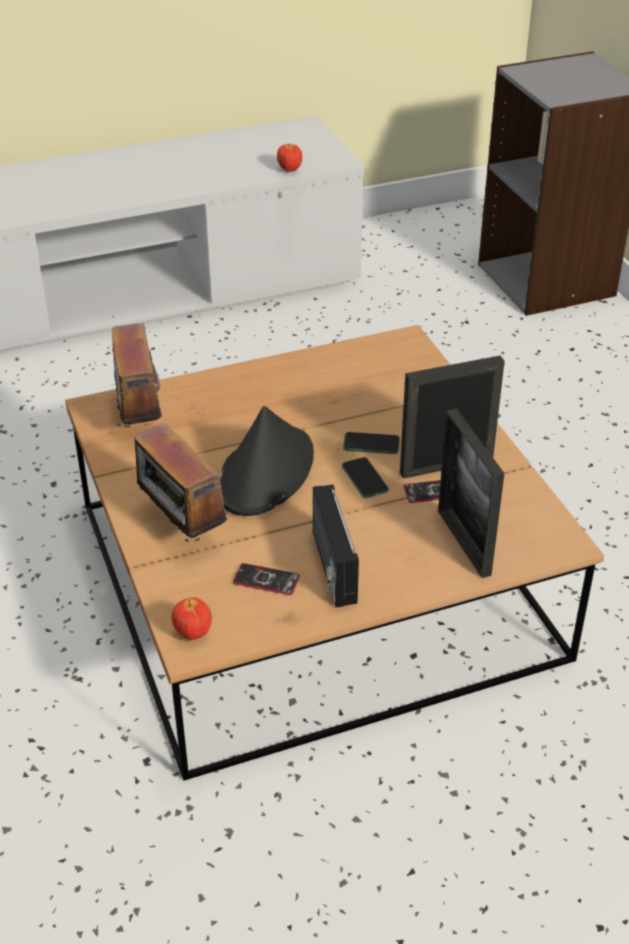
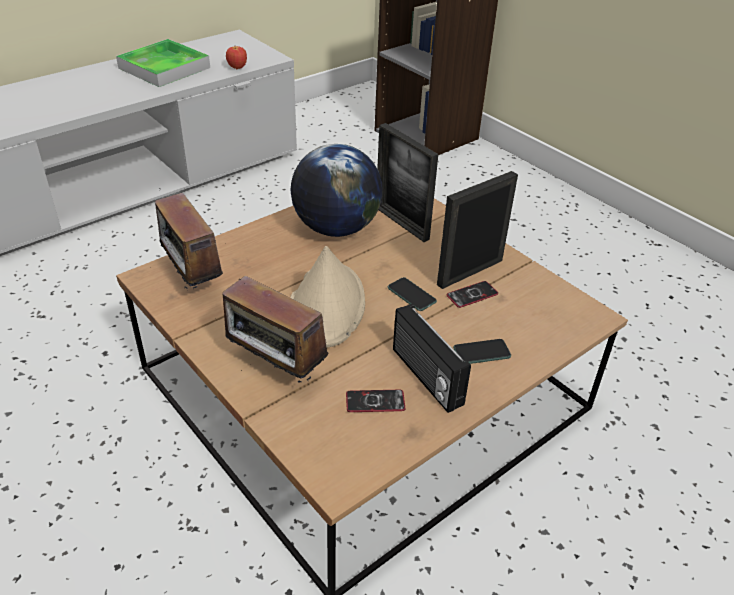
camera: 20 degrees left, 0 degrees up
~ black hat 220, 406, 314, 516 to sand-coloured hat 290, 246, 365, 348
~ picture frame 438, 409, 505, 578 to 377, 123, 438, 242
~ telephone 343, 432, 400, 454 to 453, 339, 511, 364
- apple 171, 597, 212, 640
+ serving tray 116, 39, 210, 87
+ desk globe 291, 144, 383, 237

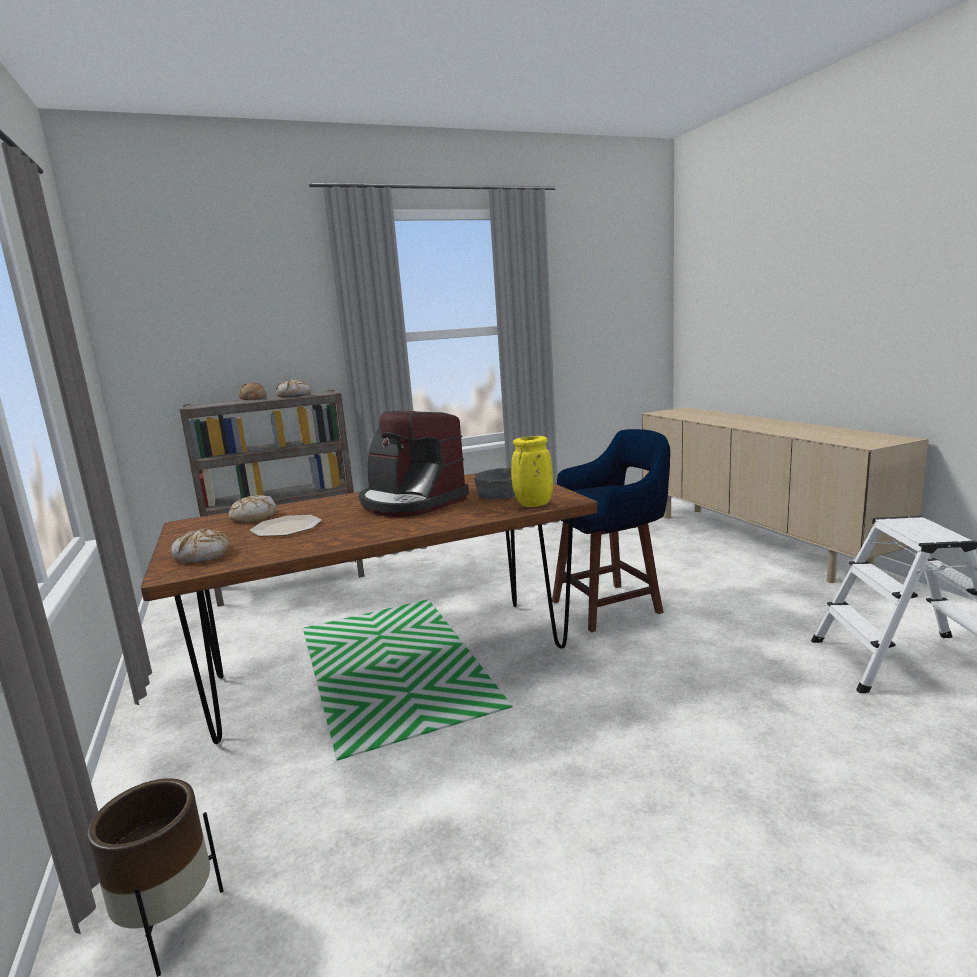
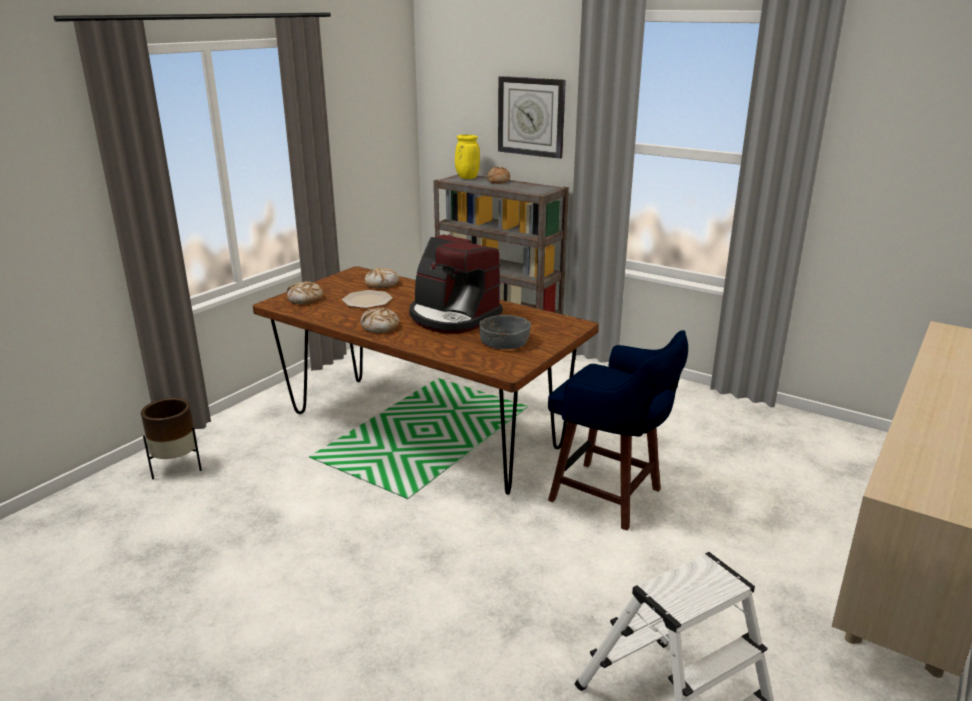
camera: 55 degrees right, 10 degrees up
~ bakery bread 276, 380, 311, 398 to 361, 307, 399, 333
~ coffee machine 359, 411, 469, 517 = 409, 234, 502, 334 60 degrees counterclockwise
~ yellow decorative vase 511, 436, 553, 507 to 455, 134, 480, 179
+ hanging clock 498, 76, 566, 159

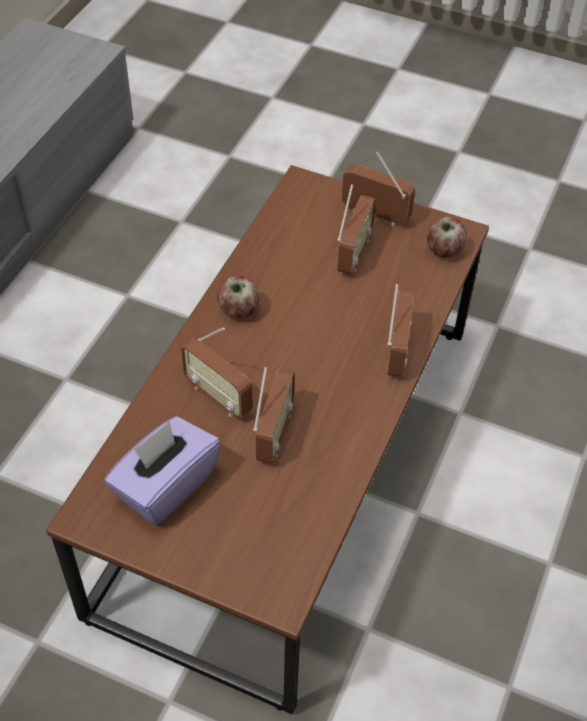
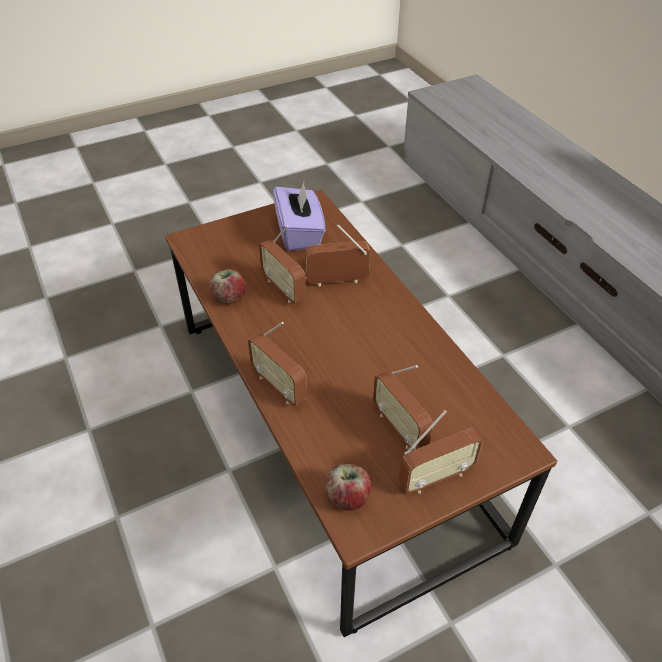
camera: 130 degrees right, 5 degrees down
~ apple 217, 275, 259, 318 to 209, 269, 245, 304

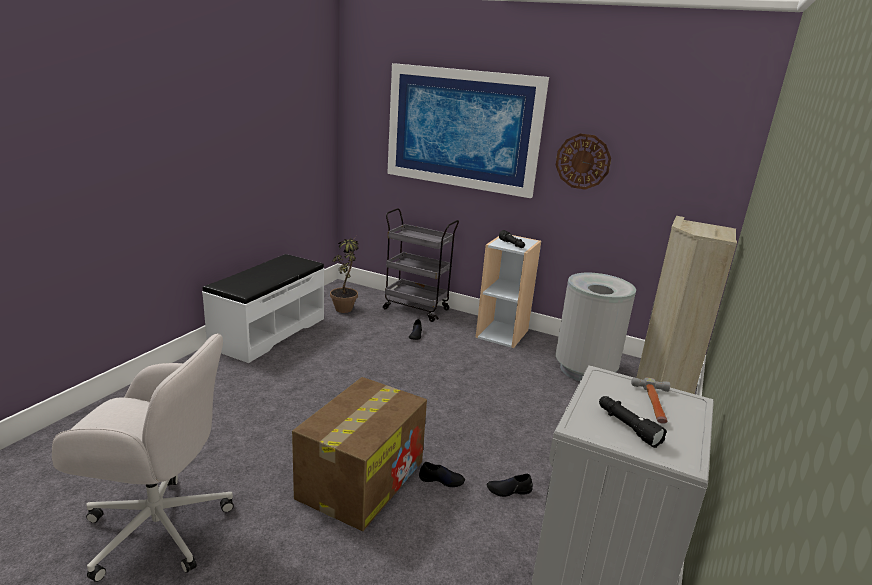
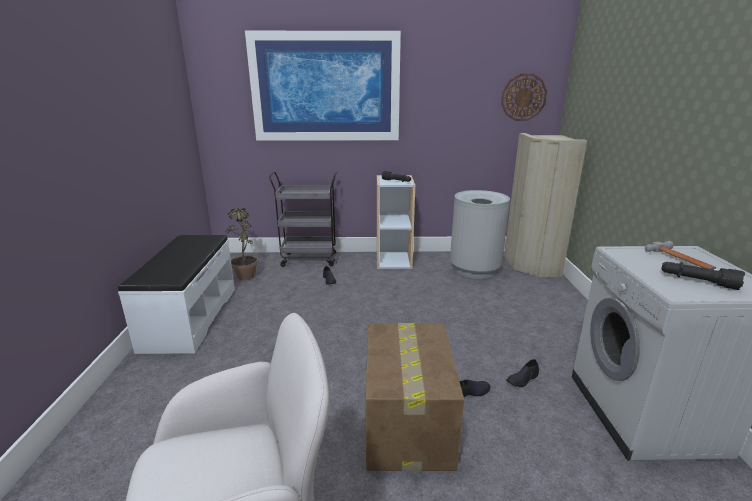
camera: 25 degrees left, 0 degrees up
~ hanging clock 556, 134, 611, 190 to 501, 74, 547, 121

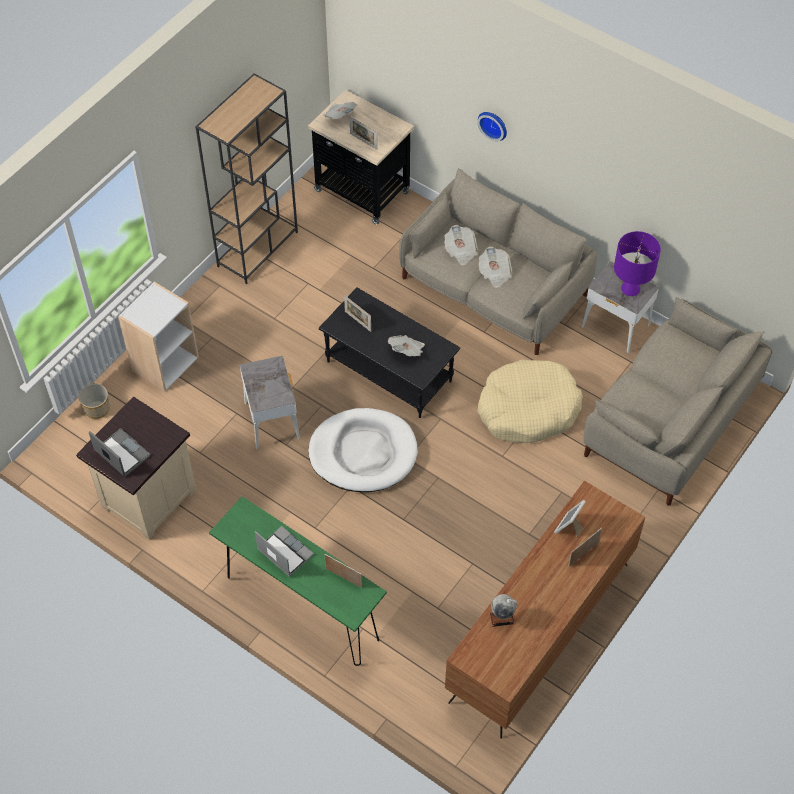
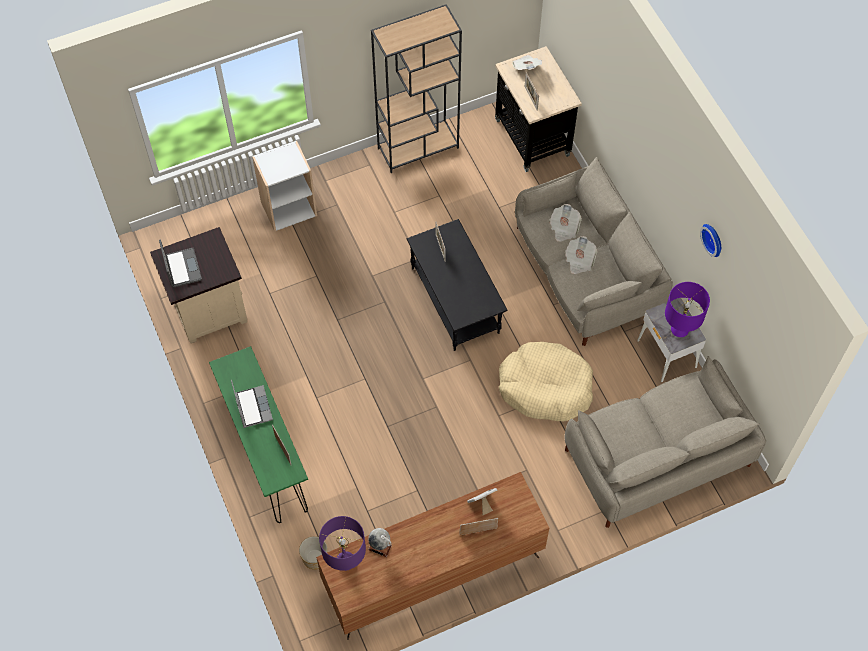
camera: 30 degrees right, 5 degrees up
~ hanging clock 477, 112, 507, 141 to 700, 224, 721, 257
- daily paper 388, 335, 425, 356
- side table 240, 356, 300, 449
~ flower pot 79, 384, 110, 419 to 299, 536, 328, 569
- white-coloured dog bed 308, 408, 418, 492
+ purplish lamp for a table 319, 516, 366, 571

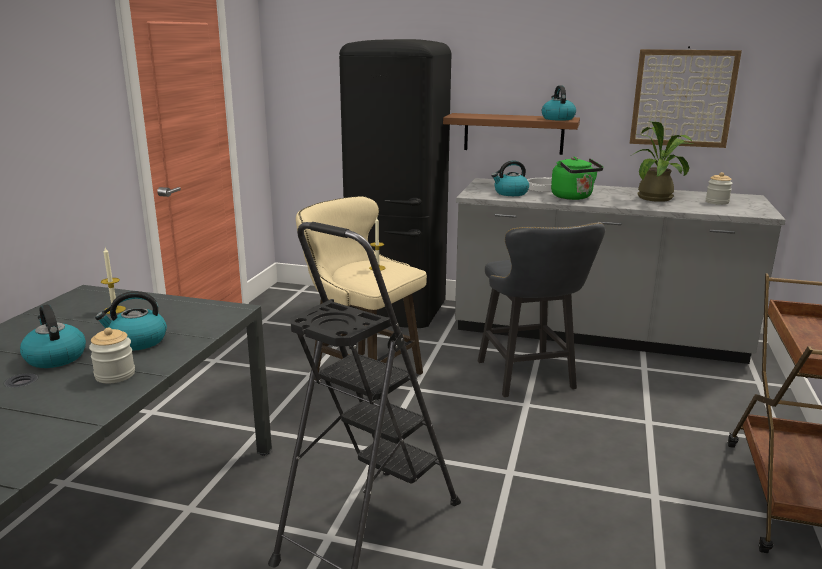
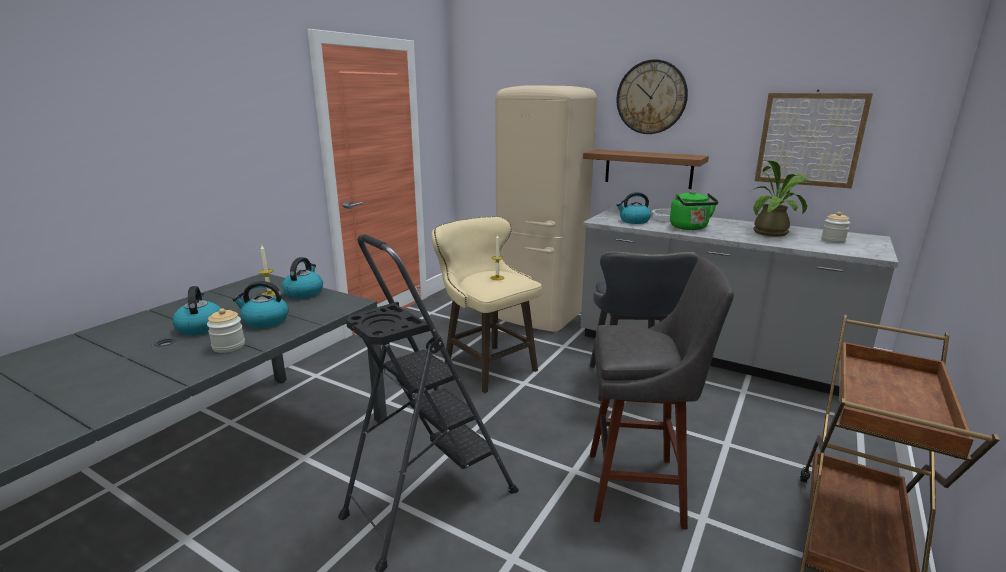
camera: 15 degrees right, 0 degrees up
~ black kitchen fridge 339, 39, 451, 328 to sand-coloured kitchen fridge 495, 85, 597, 331
~ water kettle 542, 85, 576, 121 to 282, 257, 323, 299
+ hanging clock 616, 59, 688, 134
+ grey sitting stool 590, 257, 734, 530

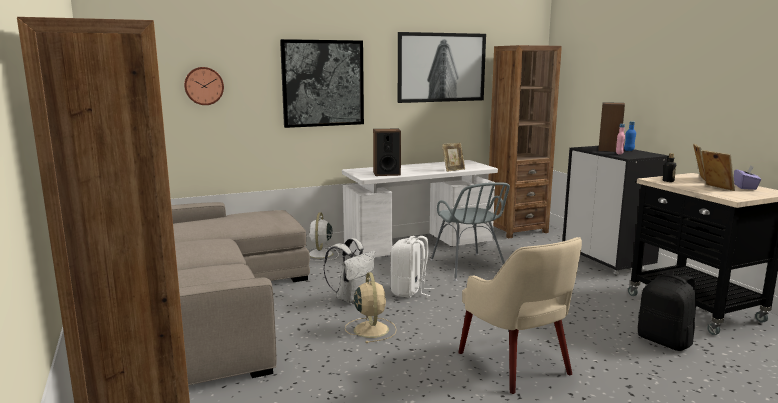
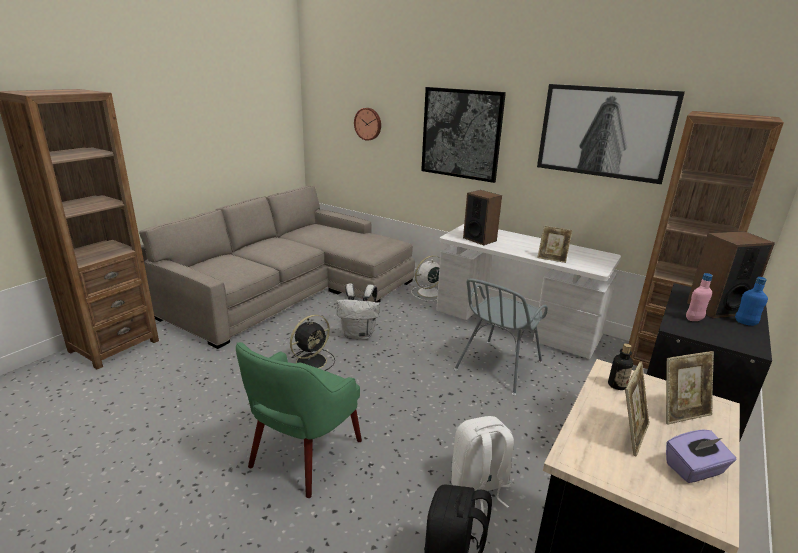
camera: 55 degrees right, 10 degrees up
~ white-coloured knapsack 390, 236, 434, 298 to 451, 416, 514, 512
~ sand-coloured easy chair 458, 237, 582, 394 to greenish easy chair 236, 342, 362, 498
~ sand-coloured cooling fan 345, 272, 397, 343 to black cooling fan 290, 315, 335, 371

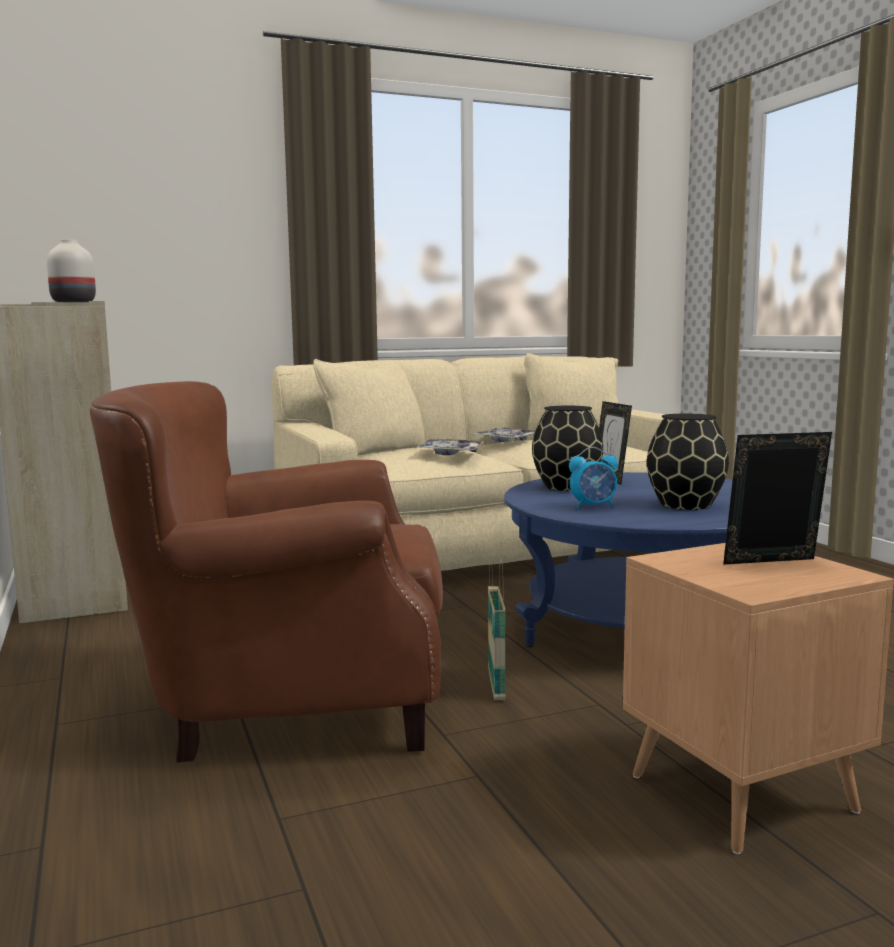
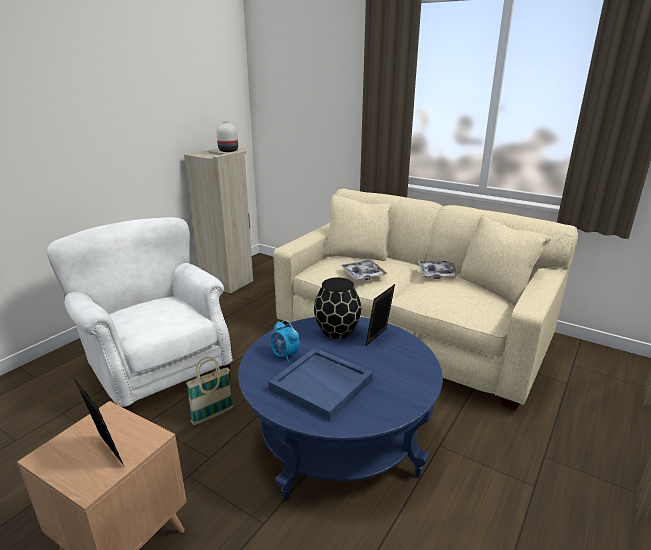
camera: 55 degrees right, 15 degrees up
~ brownish easy chair 90, 381, 443, 763 to white-coloured easy chair 47, 217, 232, 412
~ black decorative vase 647, 414, 729, 510 to bluish serving tray 268, 348, 373, 421

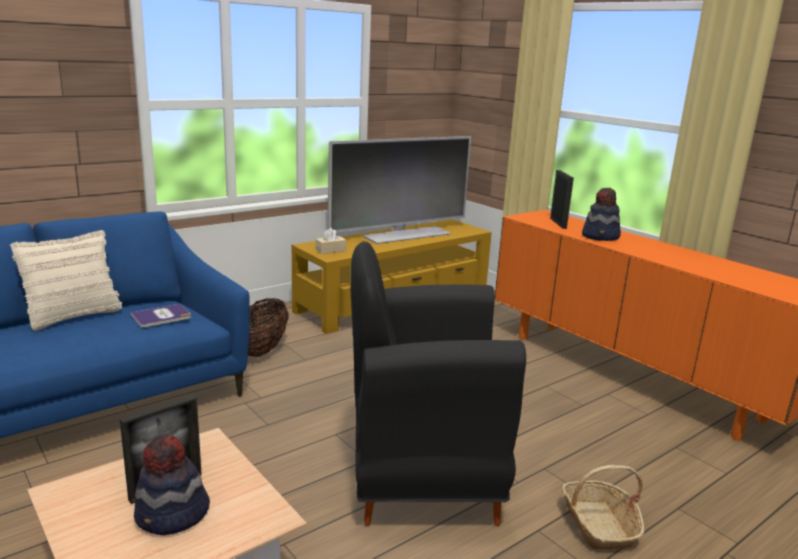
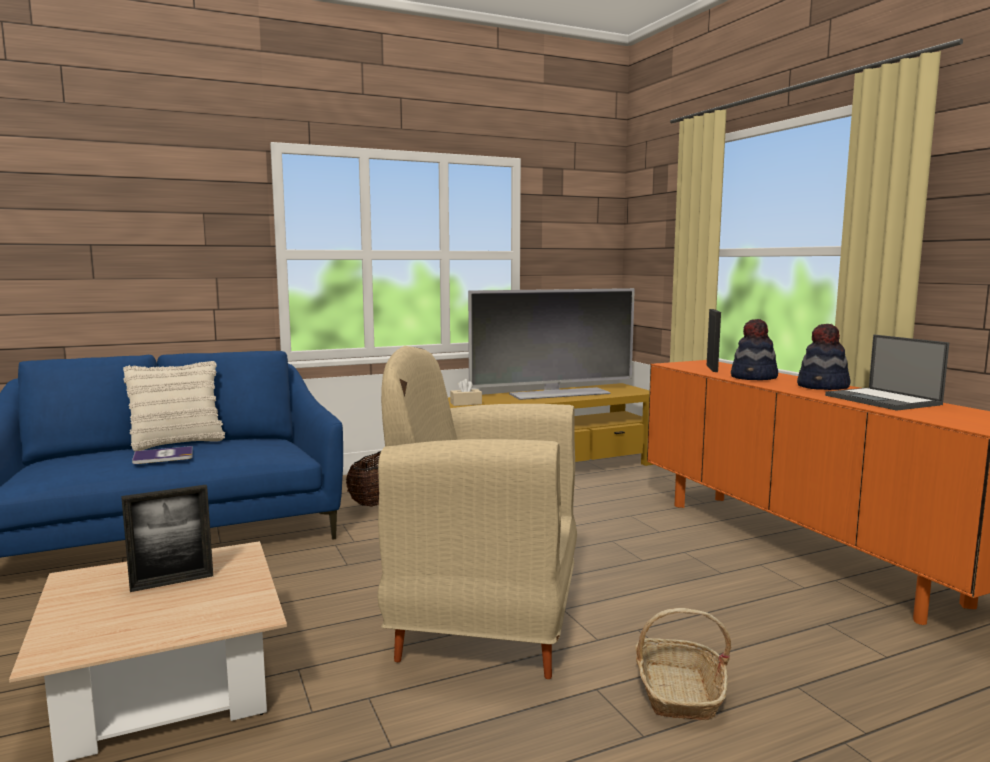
camera: 15 degrees right, 10 degrees down
~ black easy chair 350, 241, 526, 526 to sand-coloured easy chair 377, 346, 577, 679
~ book 131, 304, 191, 327 to 132, 446, 193, 464
~ hat 134, 435, 210, 535 to 797, 324, 851, 390
+ notebook computer 825, 335, 949, 411

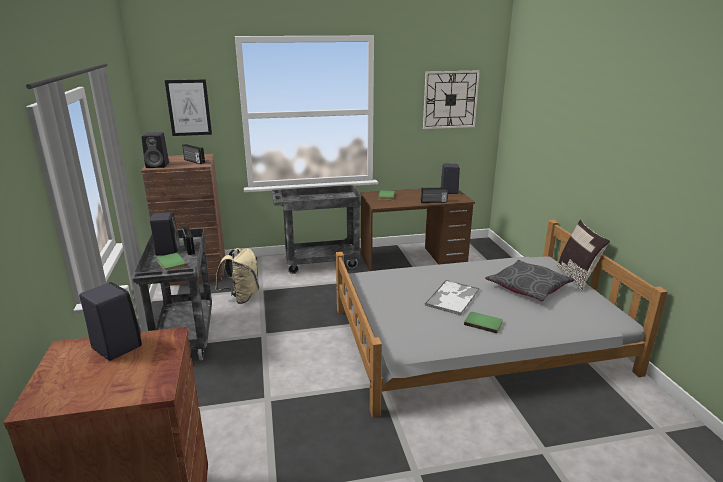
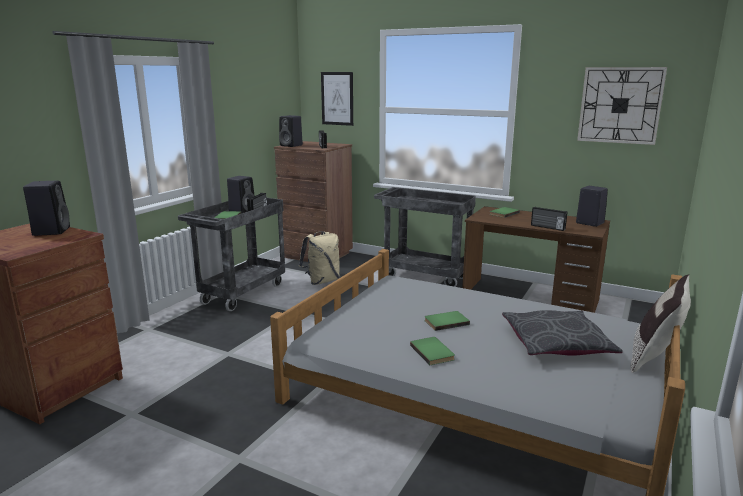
camera: 40 degrees right, 5 degrees down
~ serving tray 425, 280, 480, 315 to greenish book 424, 311, 470, 331

